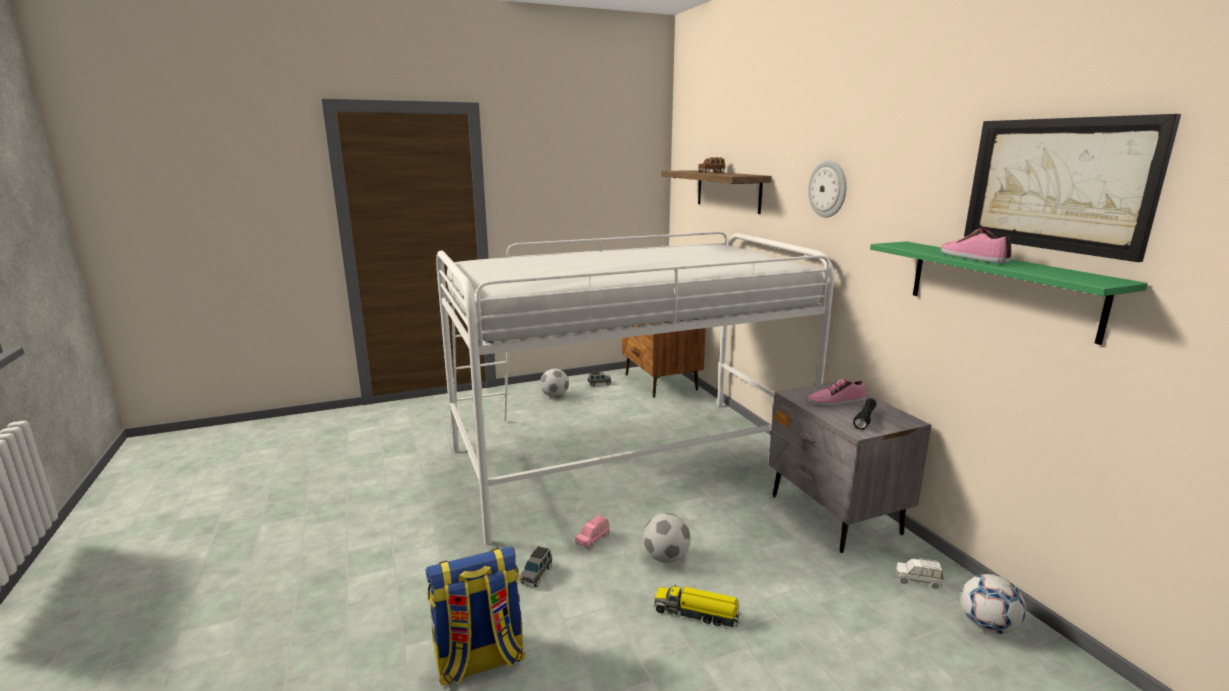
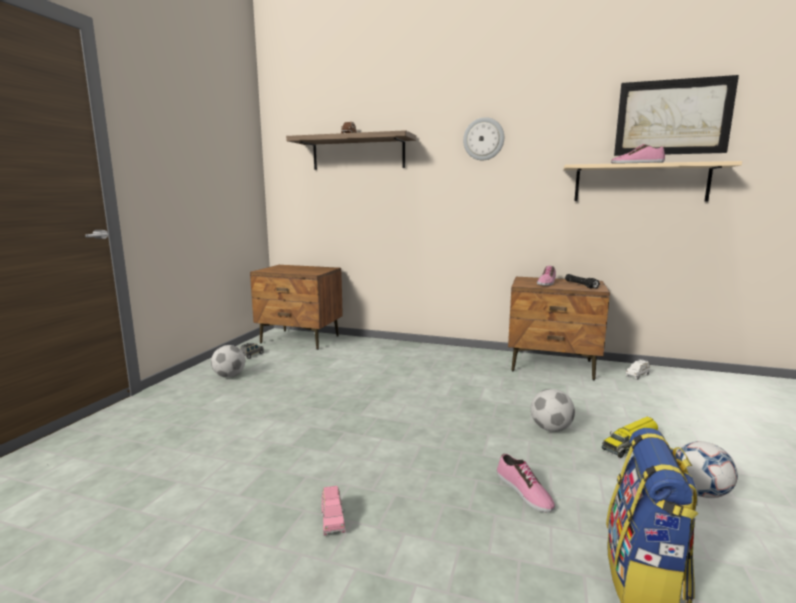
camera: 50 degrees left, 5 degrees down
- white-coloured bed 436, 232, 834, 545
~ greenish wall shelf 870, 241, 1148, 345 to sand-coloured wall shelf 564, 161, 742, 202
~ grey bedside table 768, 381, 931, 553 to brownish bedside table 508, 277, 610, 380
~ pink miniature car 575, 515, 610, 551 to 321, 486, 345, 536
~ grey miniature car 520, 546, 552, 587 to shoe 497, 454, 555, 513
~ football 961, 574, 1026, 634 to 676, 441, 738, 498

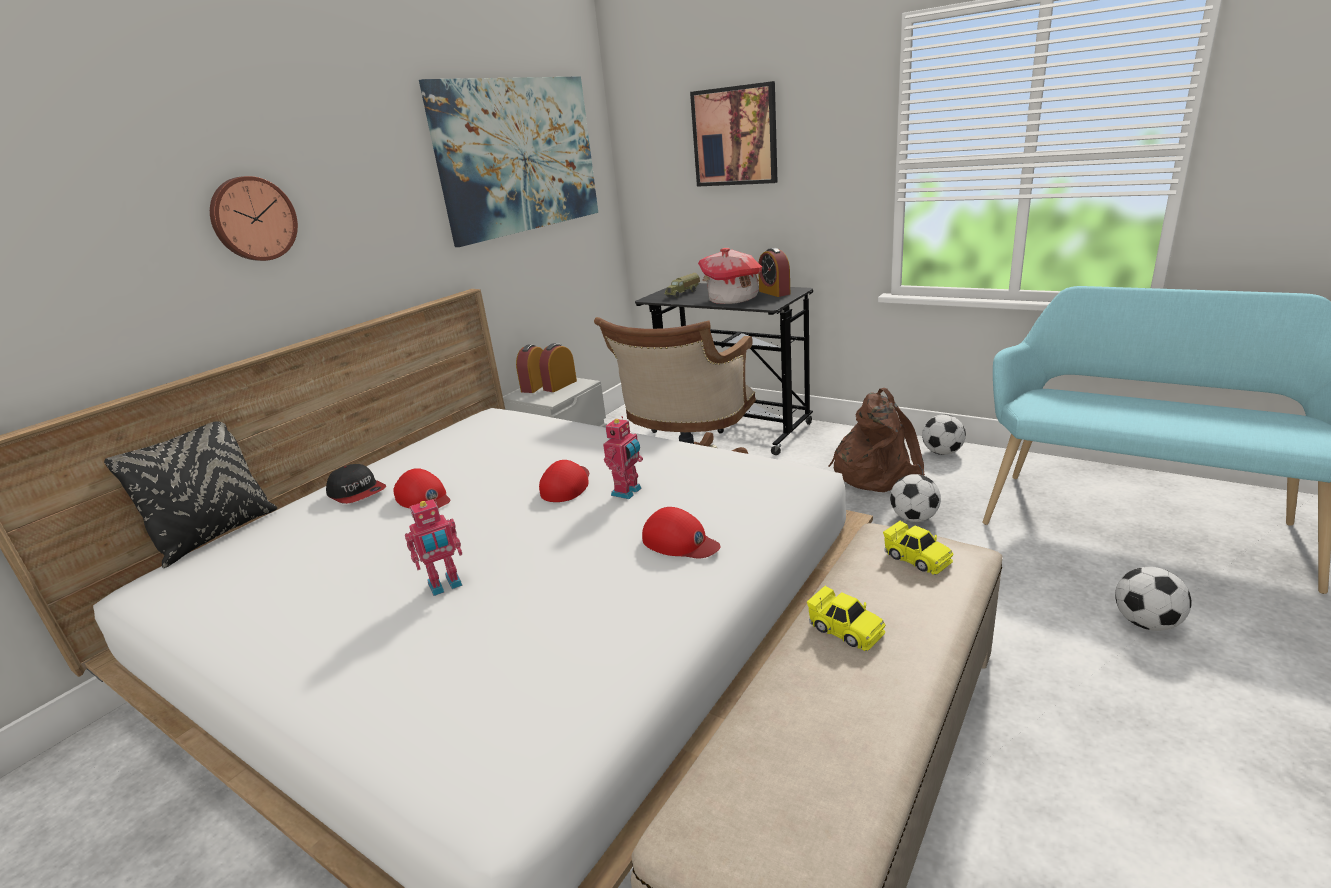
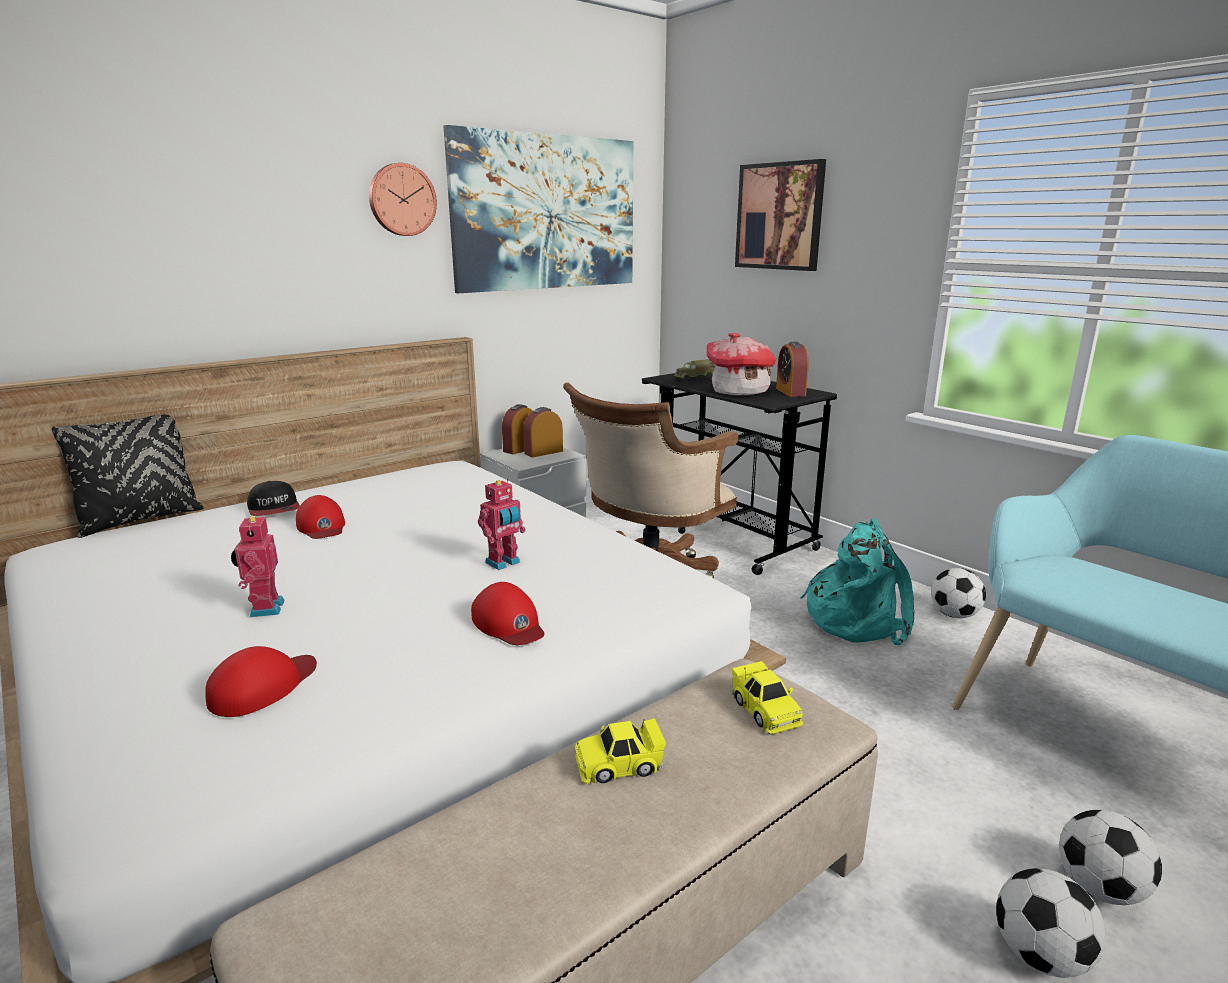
camera: 15 degrees right, 5 degrees down
~ hanging clock 210, 176, 298, 261 to 369, 163, 437, 236
~ brownish knapsack 828, 388, 925, 492 to turquoise knapsack 800, 518, 914, 645
~ reddish cap 539, 460, 589, 502 to 205, 646, 317, 717
~ football 890, 474, 941, 522 to 996, 868, 1106, 978
~ model robot 405, 499, 463, 596 = 231, 513, 285, 617 90 degrees clockwise
~ yellow miniature car 807, 586, 885, 651 = 575, 718, 666, 784 105 degrees clockwise

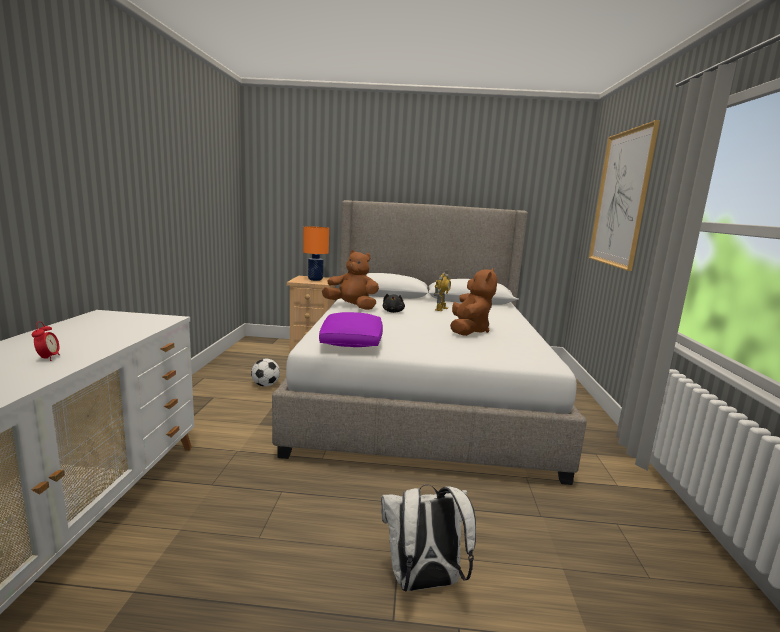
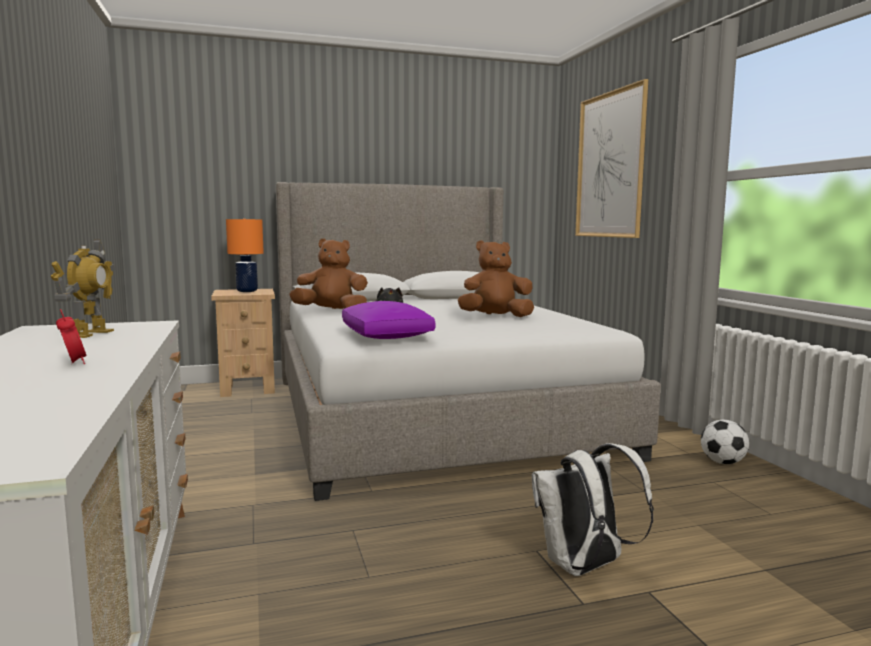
camera: 20 degrees left, 5 degrees down
~ brownish soft toy 450, 268, 497, 336 = 458, 240, 534, 317 90 degrees counterclockwise
~ model robot 434, 269, 451, 311 to 51, 239, 115, 338
~ football 251, 359, 280, 387 to 701, 419, 749, 464

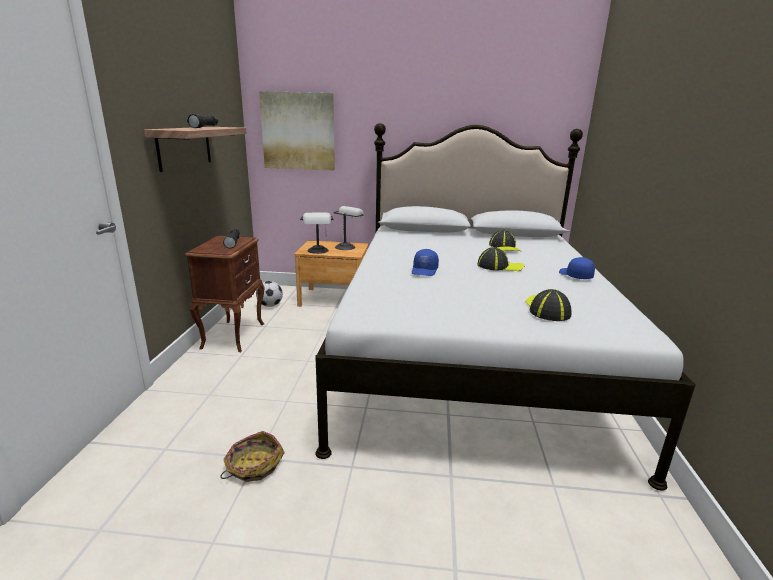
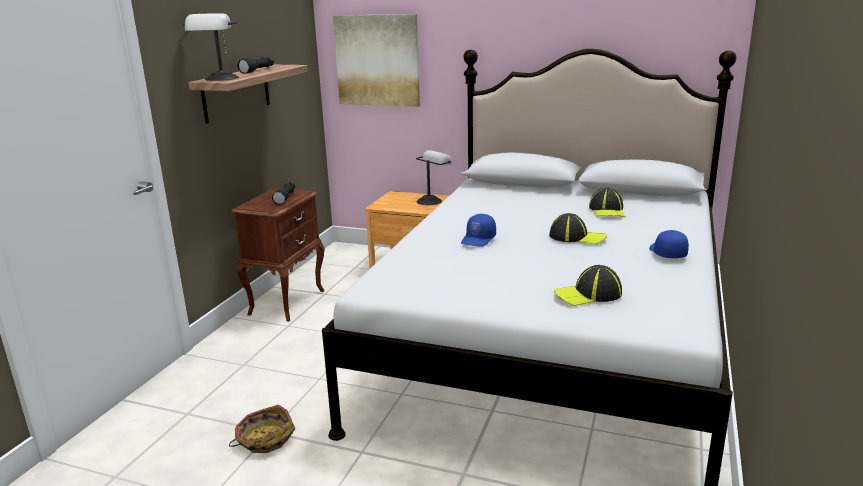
camera: 15 degrees right, 0 degrees up
~ lamp for a table 300, 213, 334, 254 to 183, 13, 239, 81
- football 256, 281, 283, 307
~ cap 525, 289, 572, 321 = 554, 265, 622, 306 120 degrees counterclockwise

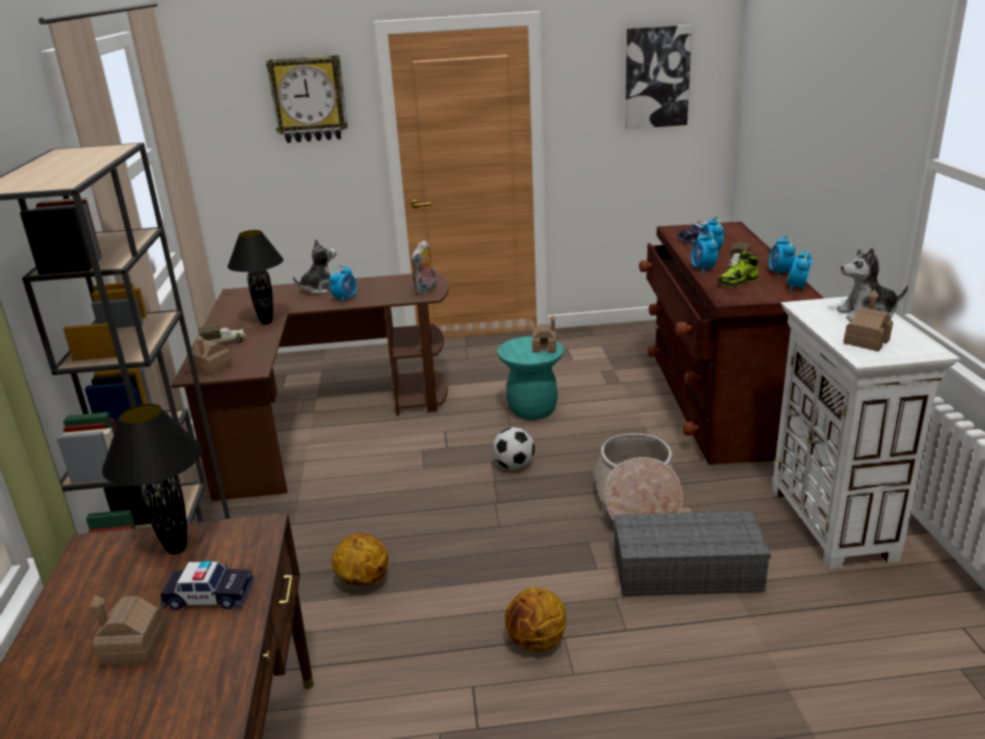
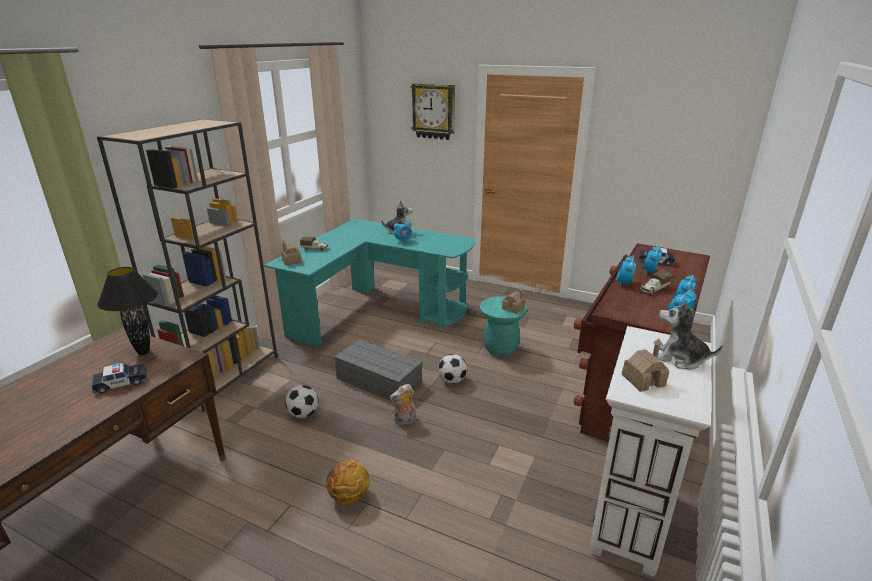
camera: 30 degrees right, 0 degrees up
- wall picture 625, 25, 692, 129
- black lamp for a table 227, 230, 284, 324
~ soft toy 411, 240, 437, 295 to 390, 384, 416, 426
- shoe 718, 251, 759, 287
~ brownish desk table 171, 272, 449, 501 to turquoise desk table 264, 219, 475, 347
- storage basket 592, 434, 683, 523
~ grey storage container 614, 511, 771, 596 to 334, 339, 423, 402
~ basketball ball 331, 533, 388, 586 to football 285, 385, 318, 418
~ miniature car 160, 561, 254, 610 = 92, 363, 147, 394 60 degrees counterclockwise
- toy house 90, 595, 166, 666

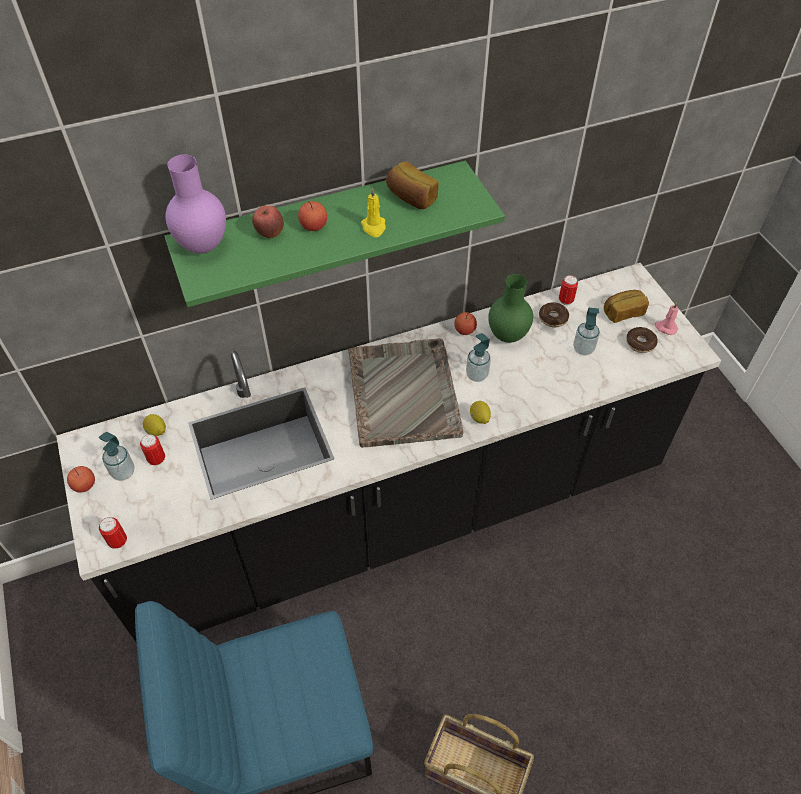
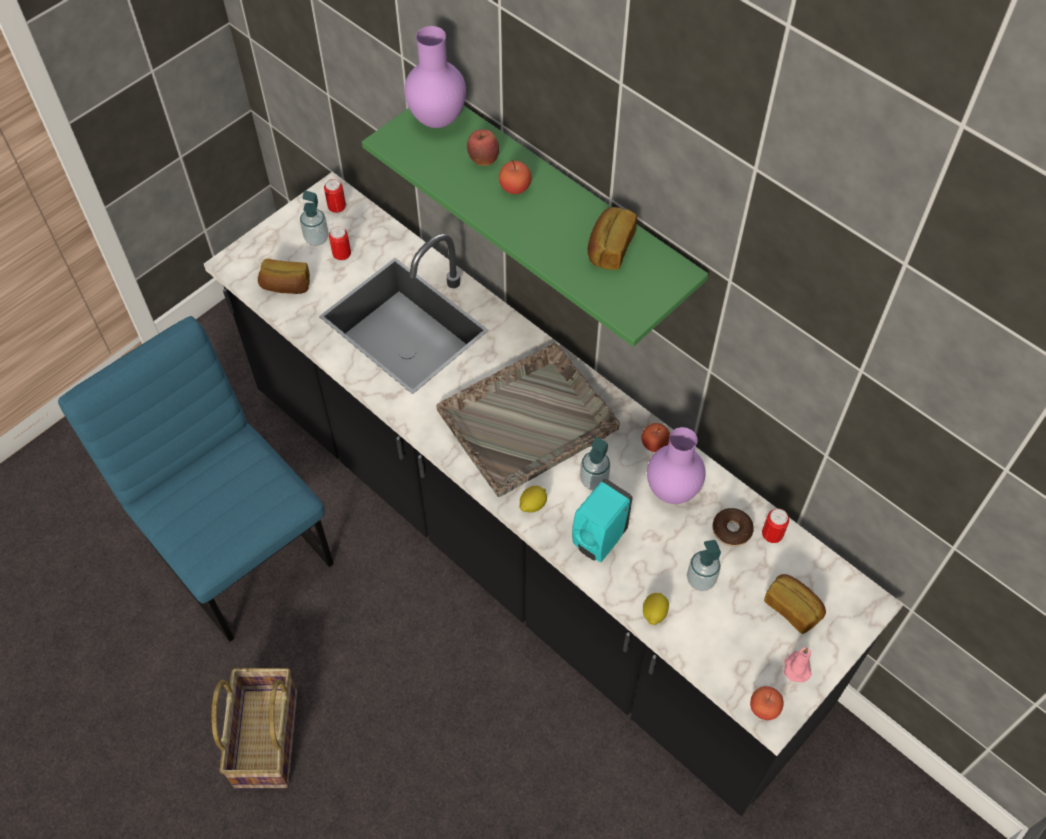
camera: 65 degrees right, 5 degrees up
- yellow wax light 361, 188, 386, 237
~ greenish decorative vase 488, 274, 533, 343 to purplish decorative vase 647, 427, 706, 504
- ring doughnut 626, 327, 658, 353
~ whole lemon 143, 414, 166, 436 to 643, 593, 669, 625
~ apple 67, 466, 95, 493 to 750, 686, 784, 720
~ sealed can 99, 517, 127, 549 to 324, 179, 346, 214
+ bakery bread 258, 259, 310, 294
+ turquoise soap dispenser 572, 479, 633, 562

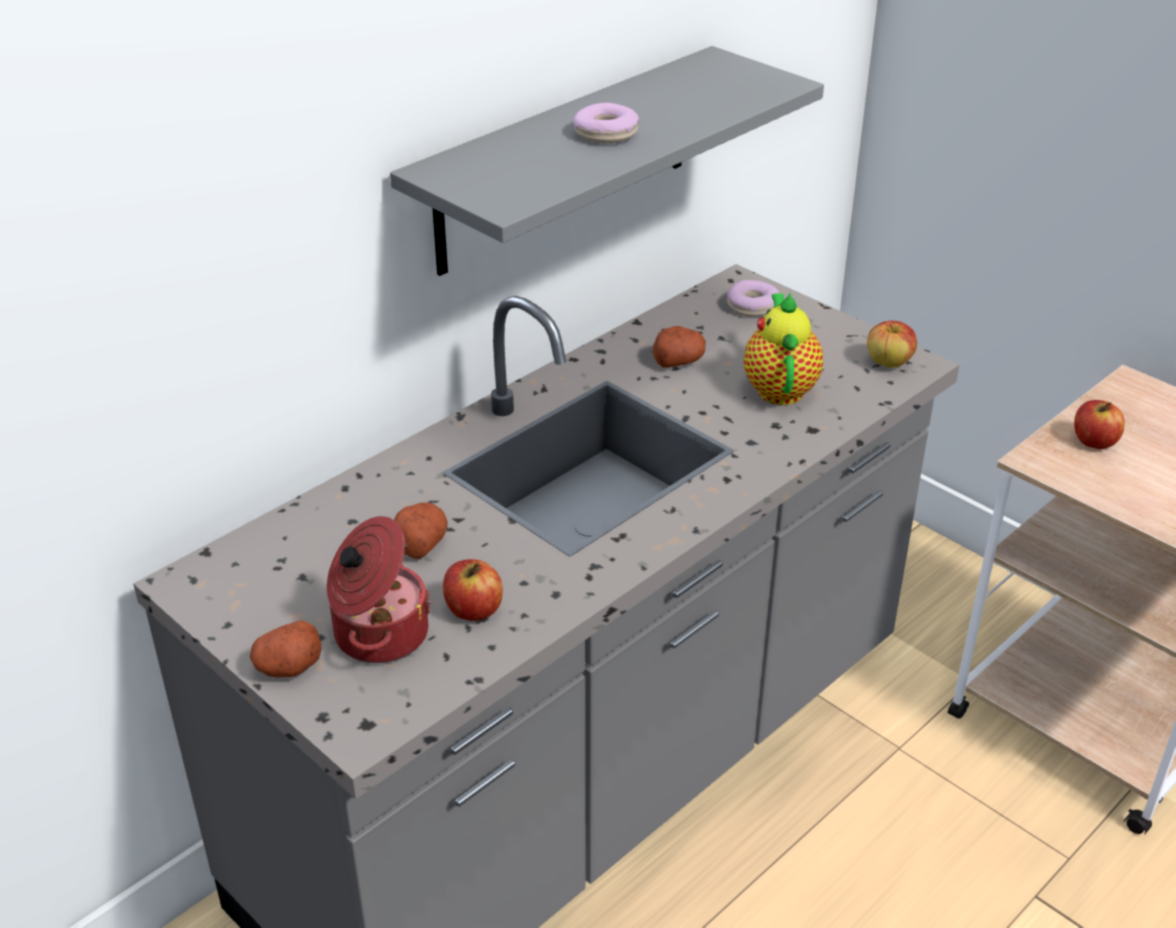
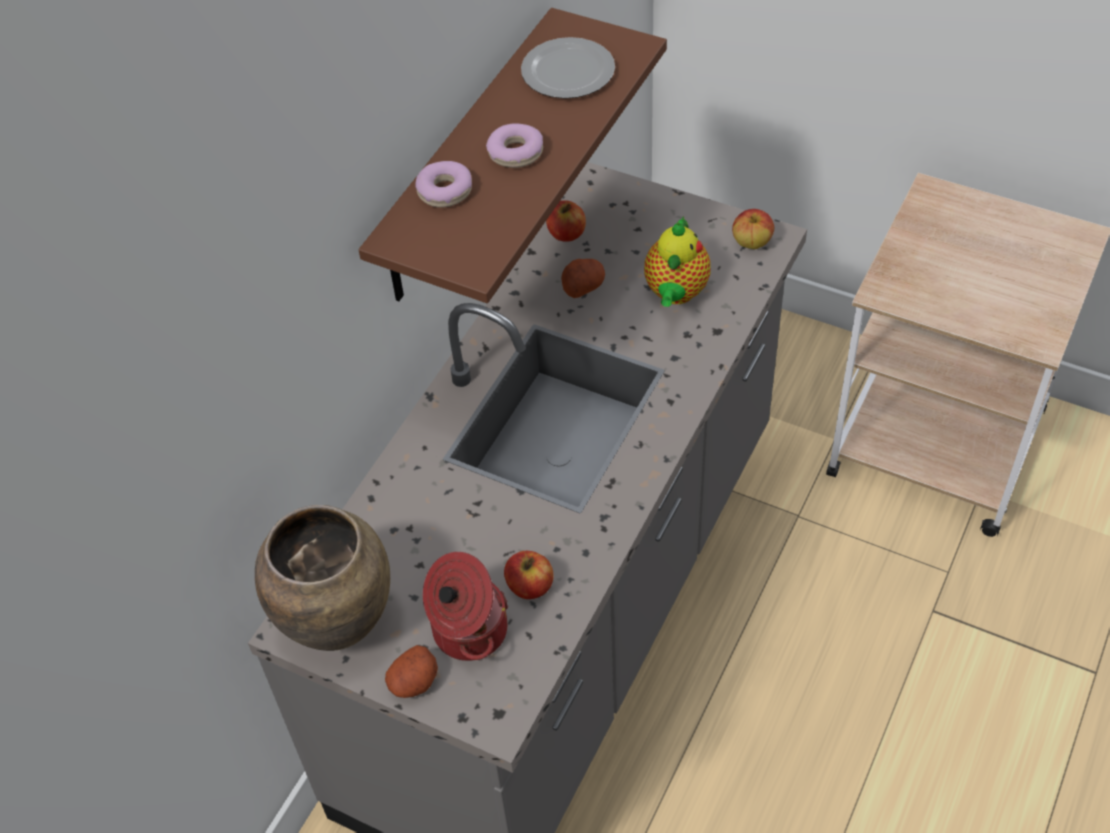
camera: 15 degrees left, 15 degrees up
~ grey wall shelf 390, 46, 824, 276 to brownish wall shelf 359, 8, 667, 303
~ ring doughnut 727, 280, 779, 317 to 415, 161, 472, 208
~ pot for tea 744, 293, 823, 405 = 644, 216, 711, 307 150 degrees counterclockwise
~ apple 1074, 400, 1125, 449 to 546, 200, 586, 242
- potato 394, 503, 448, 559
+ dinner plate 521, 37, 615, 99
+ brownish decorative vase 255, 505, 390, 651

